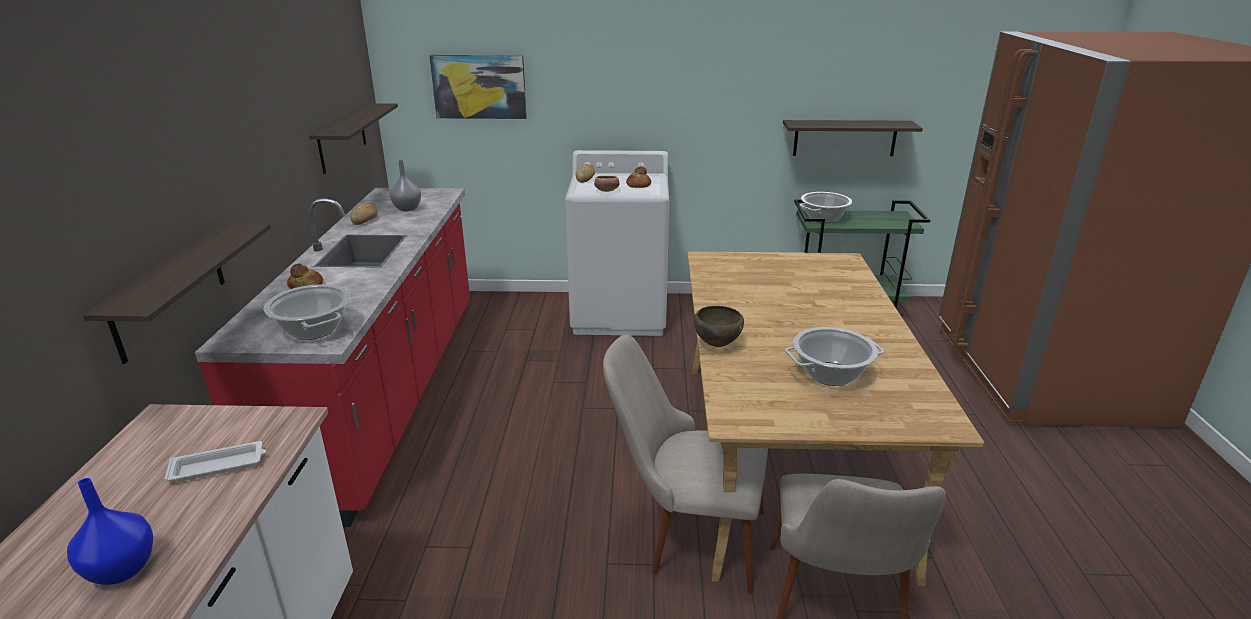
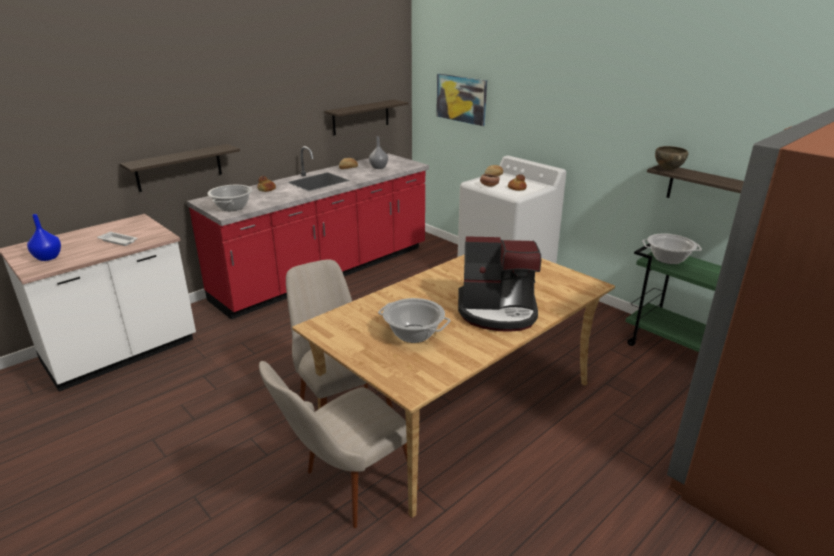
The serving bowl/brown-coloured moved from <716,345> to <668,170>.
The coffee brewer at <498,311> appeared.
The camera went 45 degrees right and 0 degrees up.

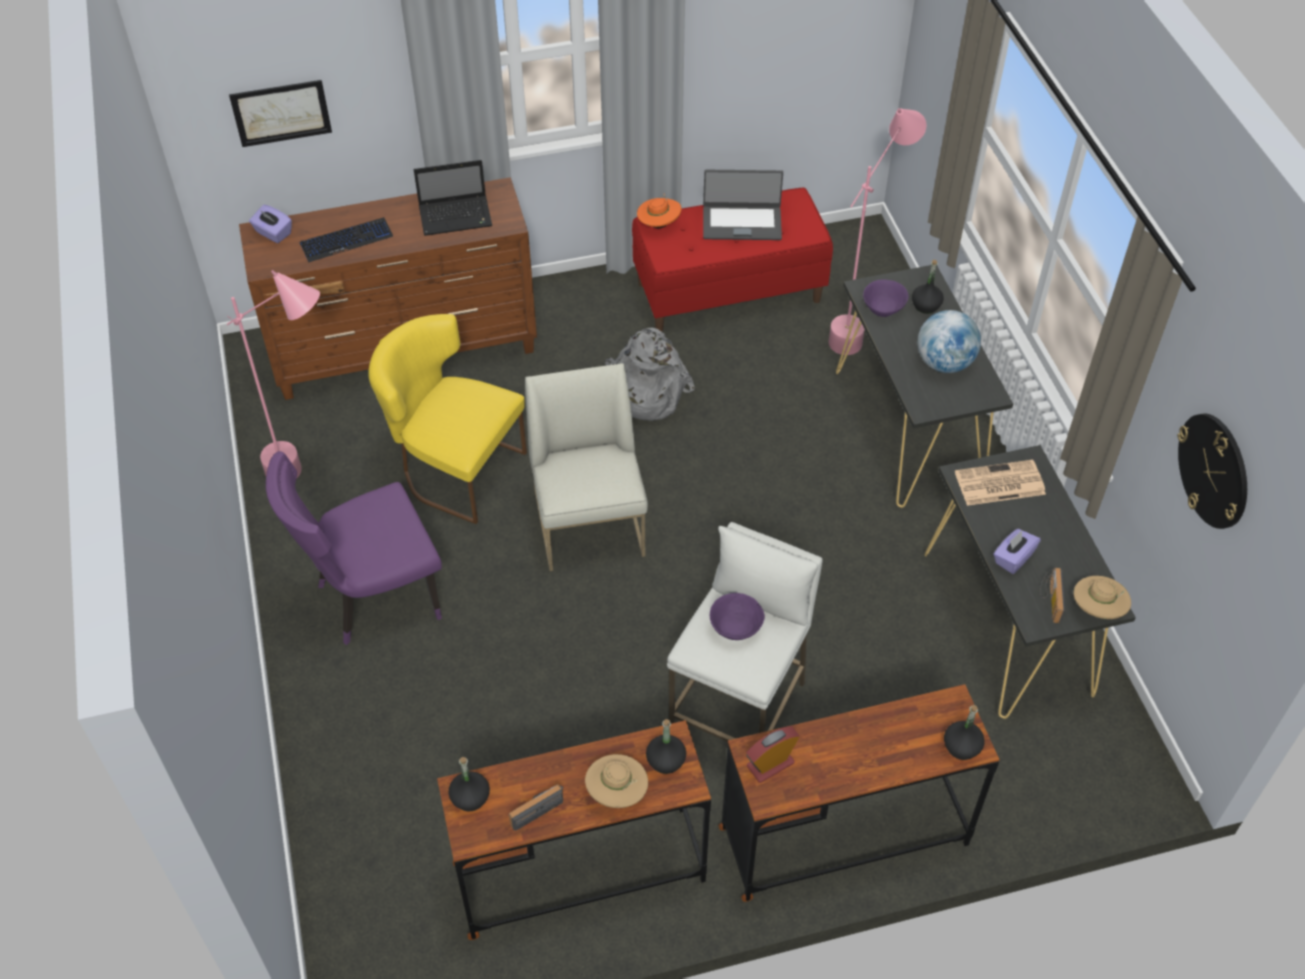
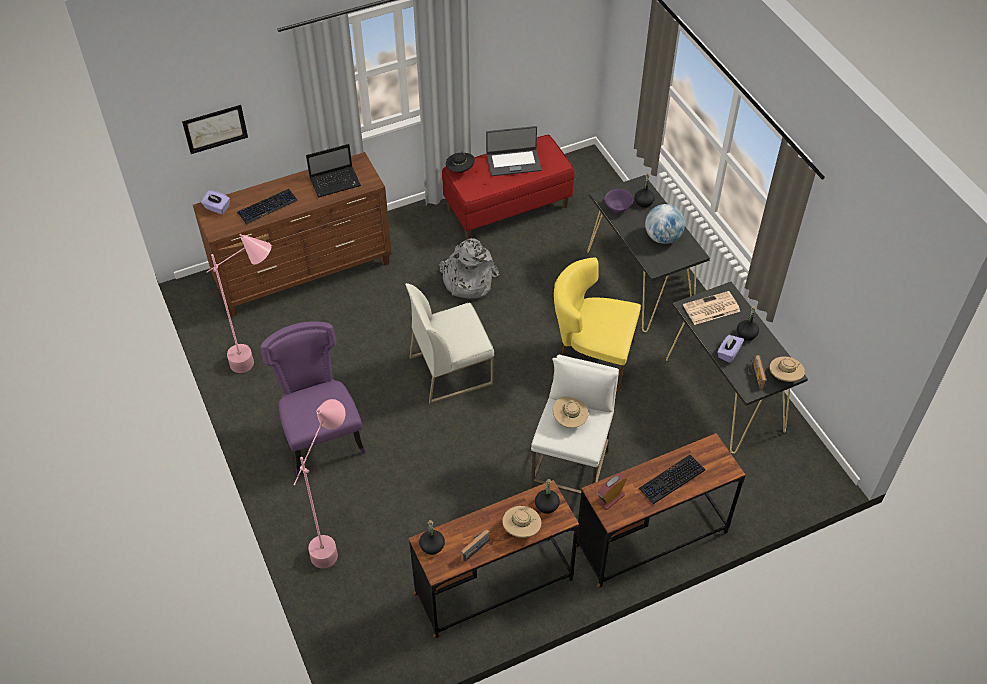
The standard lamp/pink moved from <860,326> to <336,537>.
The clothing hat/orange-coloured at <659,224> became the clothing hat/black at <460,170>.
The chair/yellow-coloured moved from <454,469> to <591,358>.
The chair/whitish at <590,524> turned 90 degrees counterclockwise.
The wall clock at <1214,470> disappeared.
The chair/purple at <372,598> turned 105 degrees clockwise.
The serving bowl/purple at <735,628> was replaced by the clothing hat/beige-coloured at <569,420>.
The beverage bottle/black moved from <962,746> to <746,334>.
The computer keyboard at <671,480> appeared.
The camera went 10 degrees left and 0 degrees up.

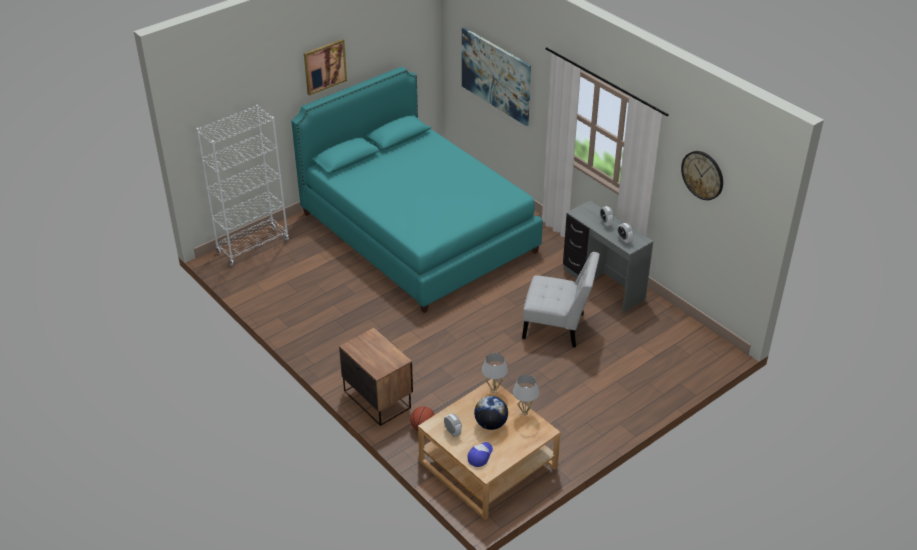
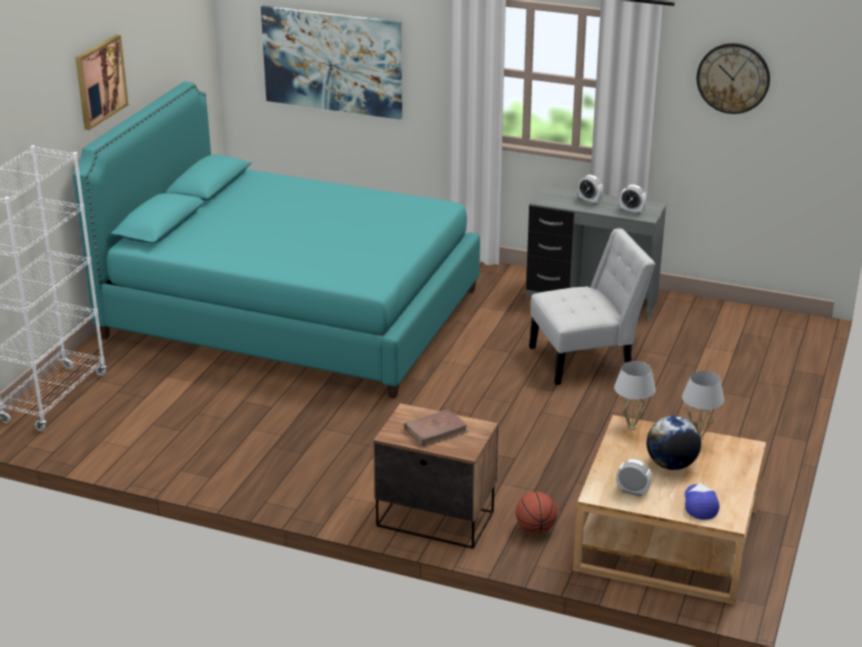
The book/brown-coloured at <436,430> appeared.
The camera went 30 degrees left and 10 degrees down.

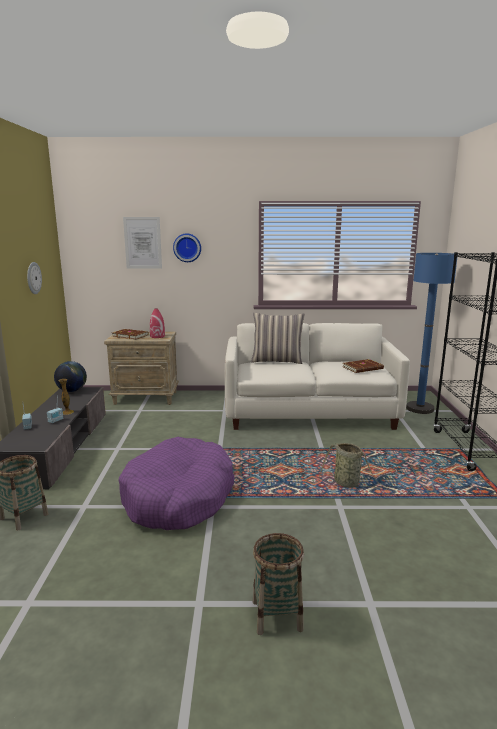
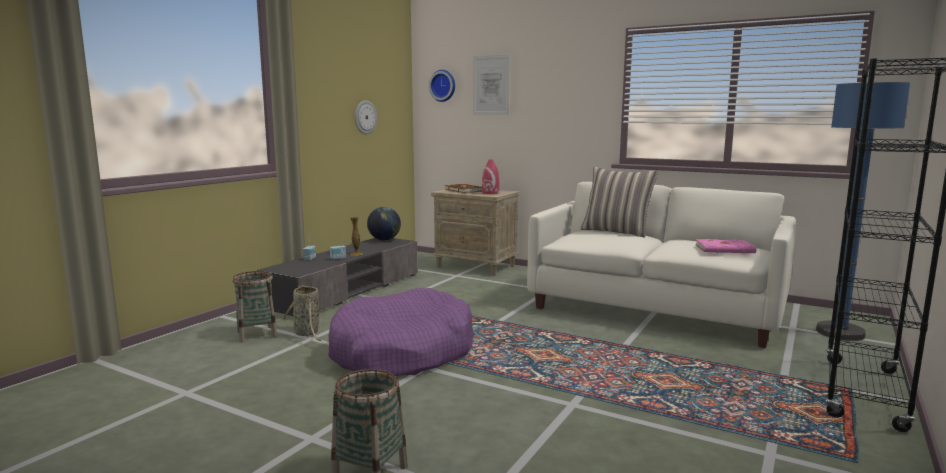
The wall clock moved from <187,247> to <443,85>.
The book/brown-coloured at <363,368> became the book/pink at <725,249>.
The household basket moved from <348,484> to <307,333>.
The camera went 30 degrees right and 5 degrees down.

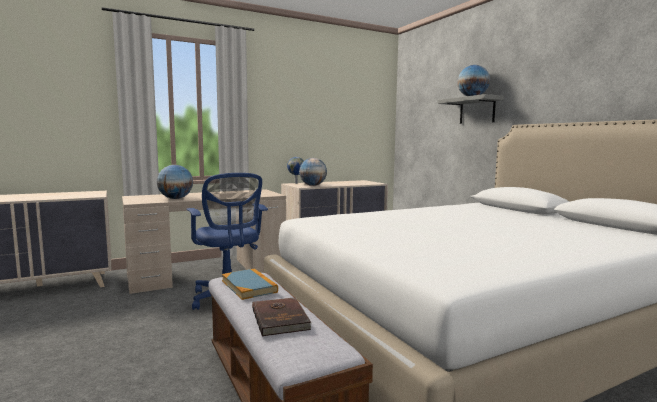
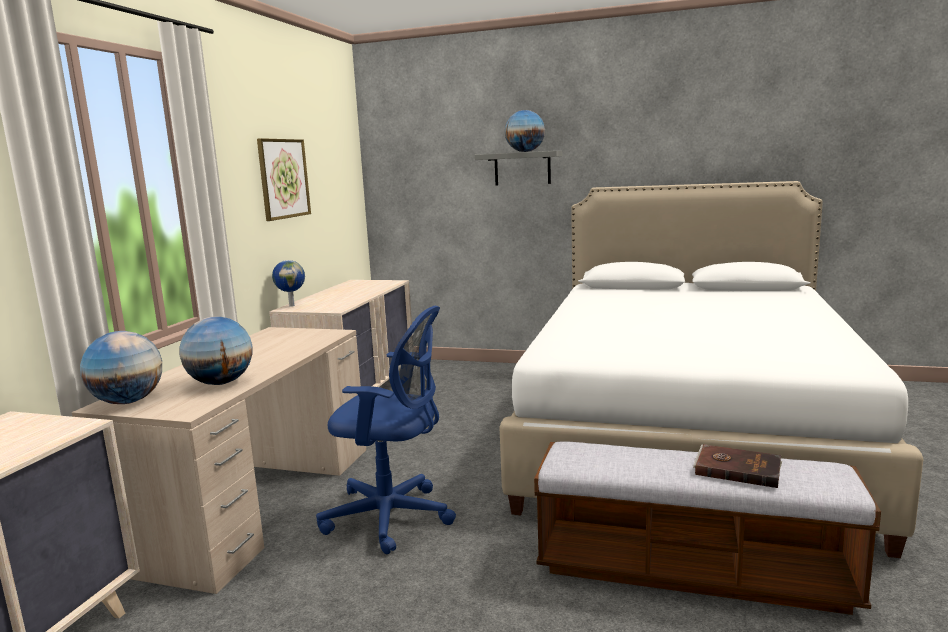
The world globe moved from <313,185> to <128,401>.
The book at <249,286> disappeared.
The picture at <283,178> appeared.
The camera went 45 degrees left and 5 degrees up.

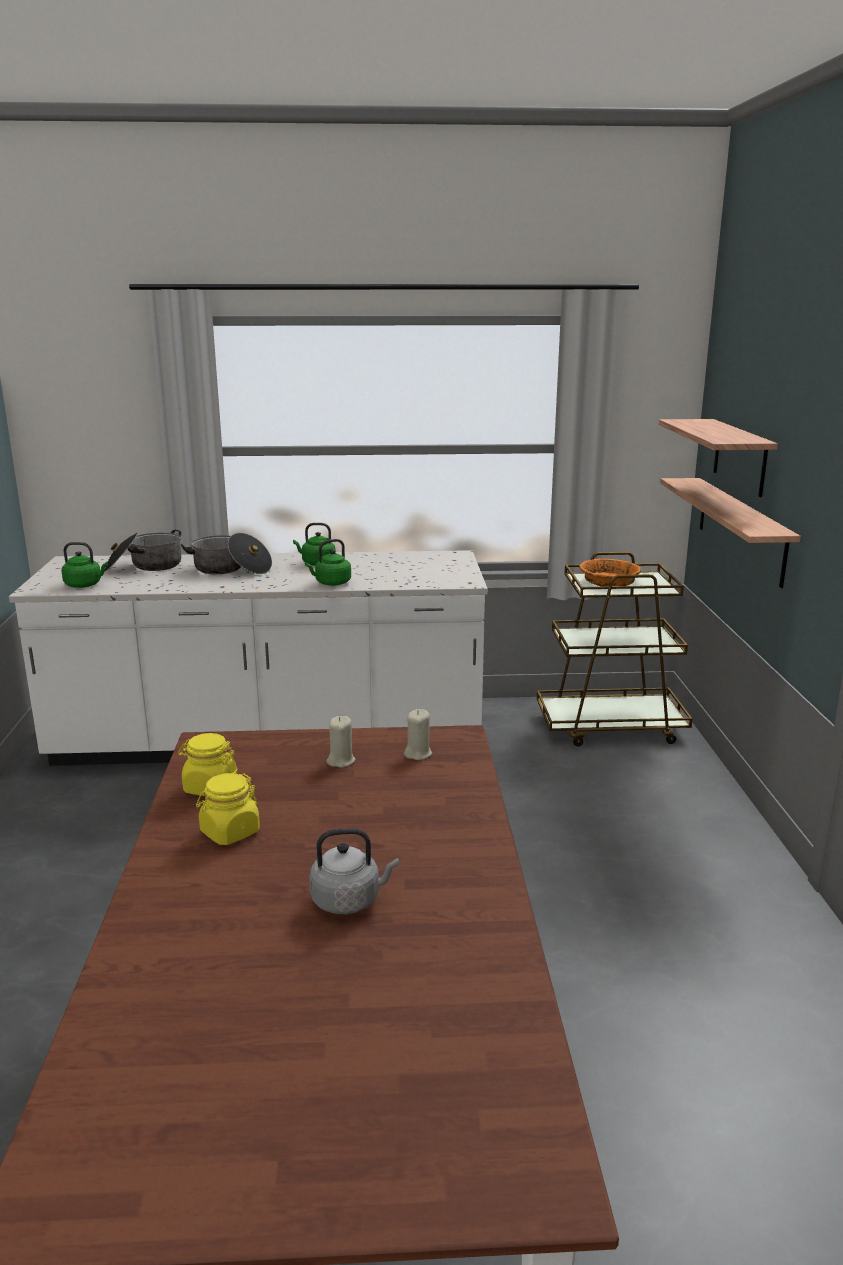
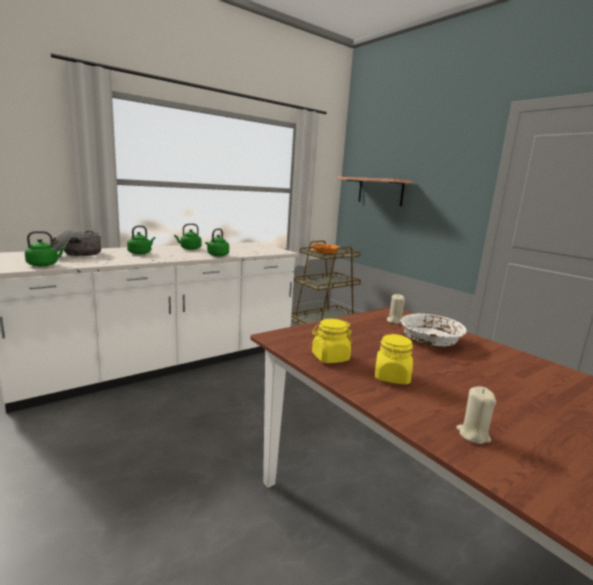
The wall shelf at <740,529> disappeared.
The saucepot at <230,569> was replaced by the tea kettle/green at <141,253>.
The candle/beige-coloured moved from <341,761> to <473,435>.
The tea kettle/grey at <349,900> disappeared.
The serving bowl/whitish at <429,340> appeared.
The camera went 35 degrees left and 5 degrees down.

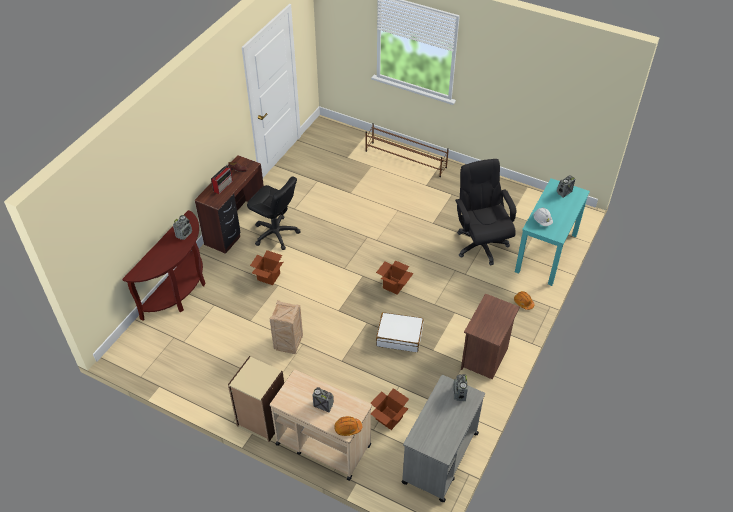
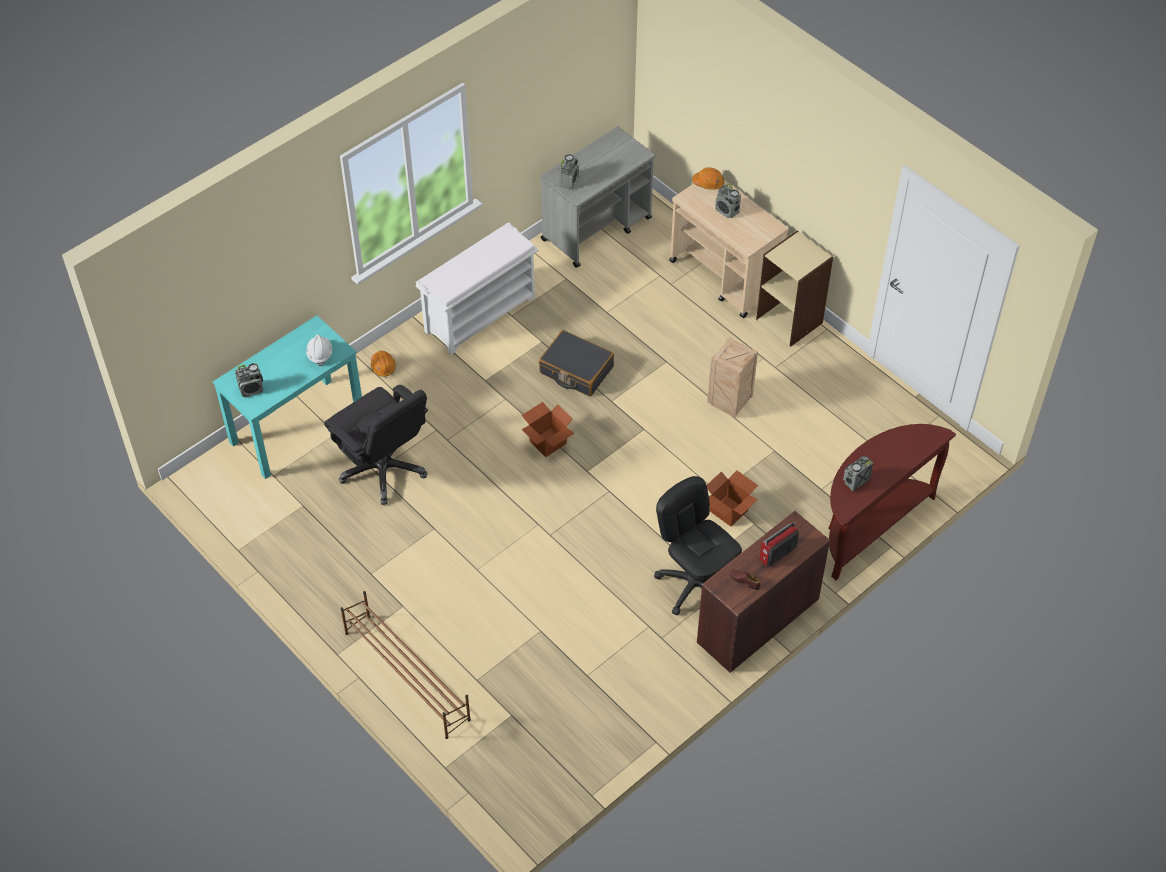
The computer chair/black at <480,244> turned 45 degrees counterclockwise.
The nightstand/brown-coloured at <485,358> was replaced by the bench/whitish at <480,313>.
The travel case/whitish at <399,336> became the travel case/black at <576,370>.
The packing box at <389,418> disappeared.
The camera went 160 degrees left and 5 degrees up.

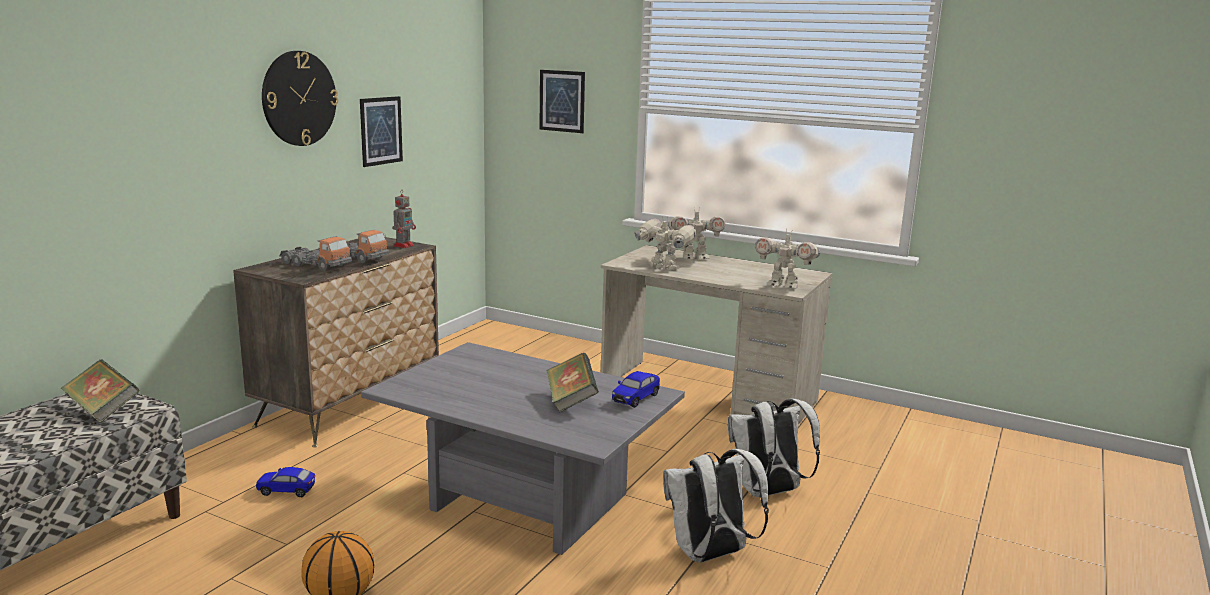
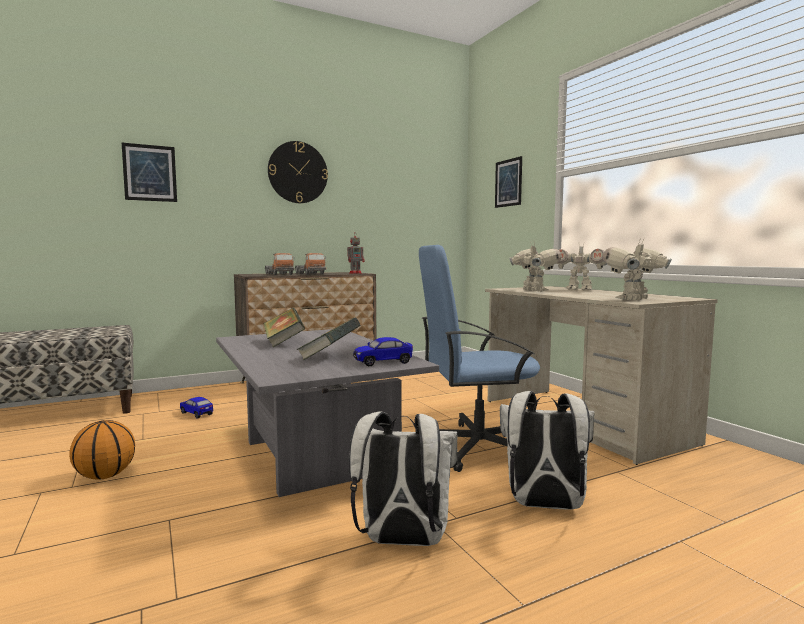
The picture moved from <381,131> to <150,173>.
The robot figure at <783,286> turned 90 degrees clockwise.
The book moved from <102,410> to <283,342>.
The computer chair/bluish at <475,447> appeared.
The camera went 35 degrees right and 10 degrees down.

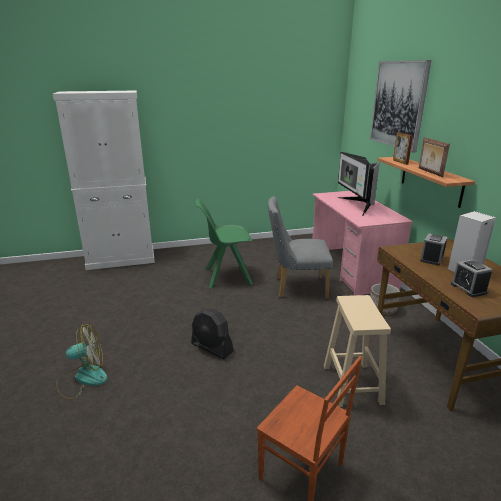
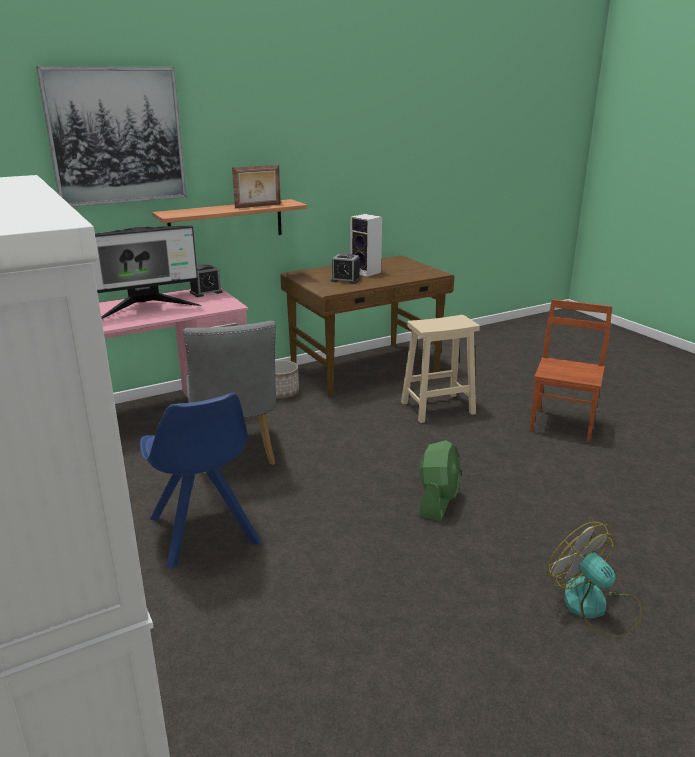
The standing frame at <400,162> disappeared.
The chair/green at <226,276> became the chair/bluish at <204,532>.
The table clock moved from <468,288> to <206,292>.
The fan/black at <212,348> became the fan/green at <438,501>.
The camera went 105 degrees left and 0 degrees up.

